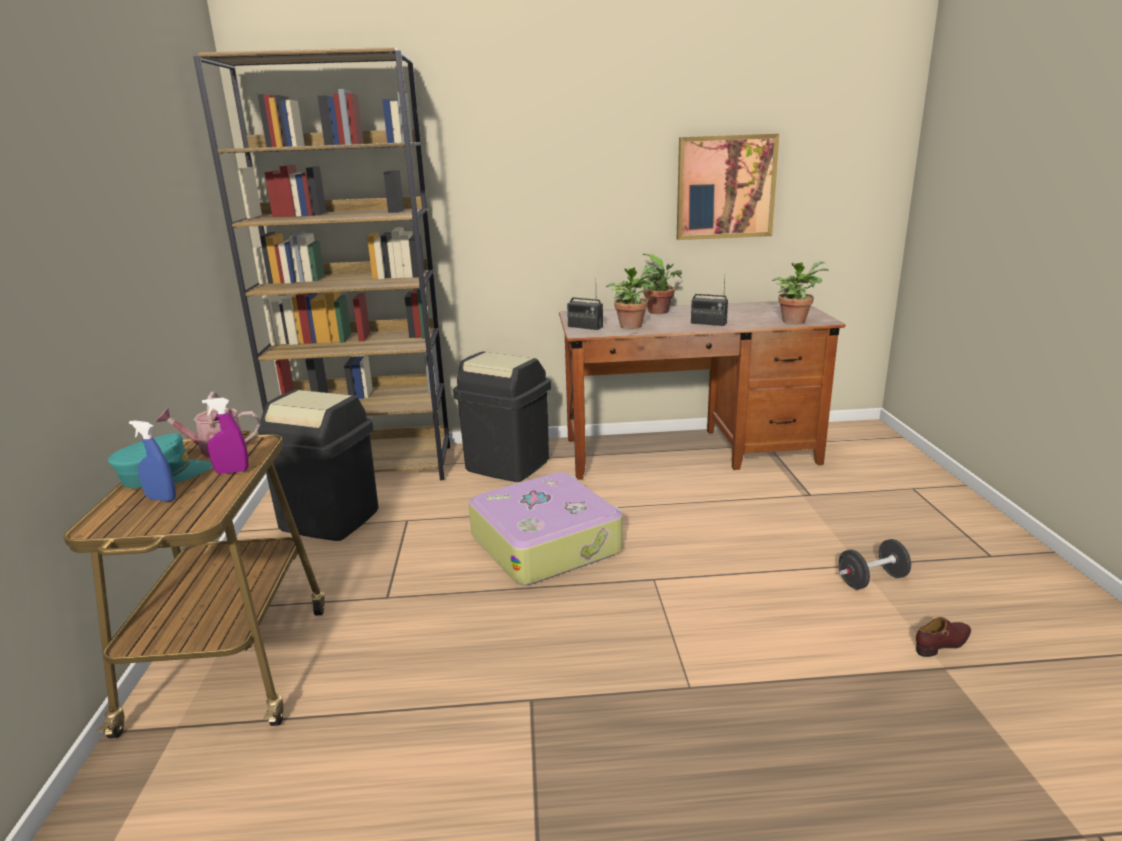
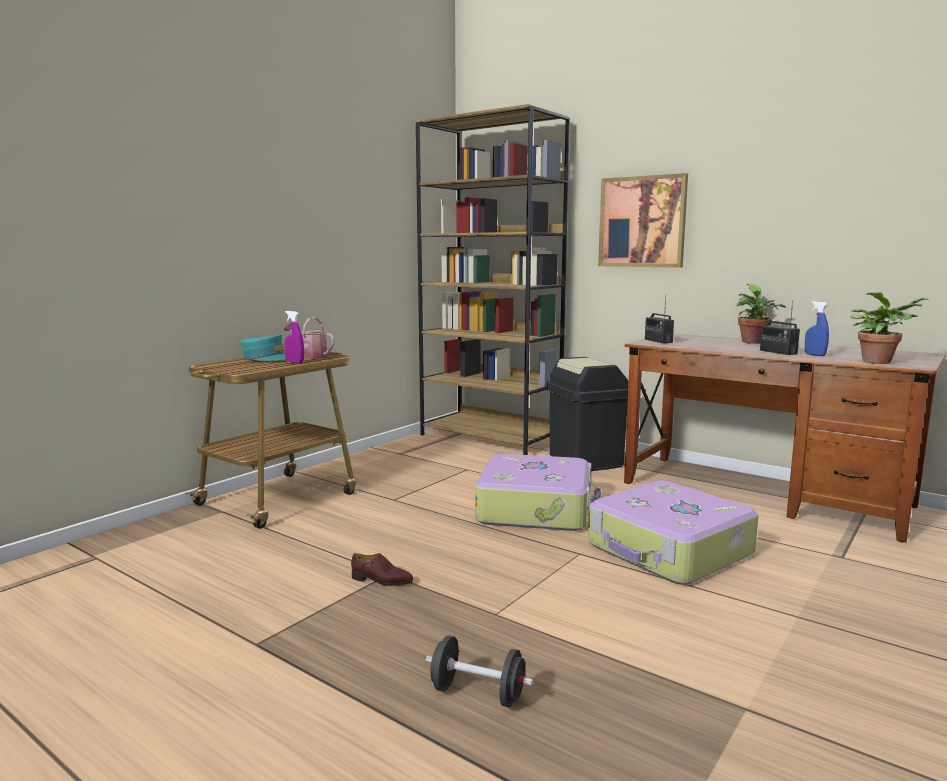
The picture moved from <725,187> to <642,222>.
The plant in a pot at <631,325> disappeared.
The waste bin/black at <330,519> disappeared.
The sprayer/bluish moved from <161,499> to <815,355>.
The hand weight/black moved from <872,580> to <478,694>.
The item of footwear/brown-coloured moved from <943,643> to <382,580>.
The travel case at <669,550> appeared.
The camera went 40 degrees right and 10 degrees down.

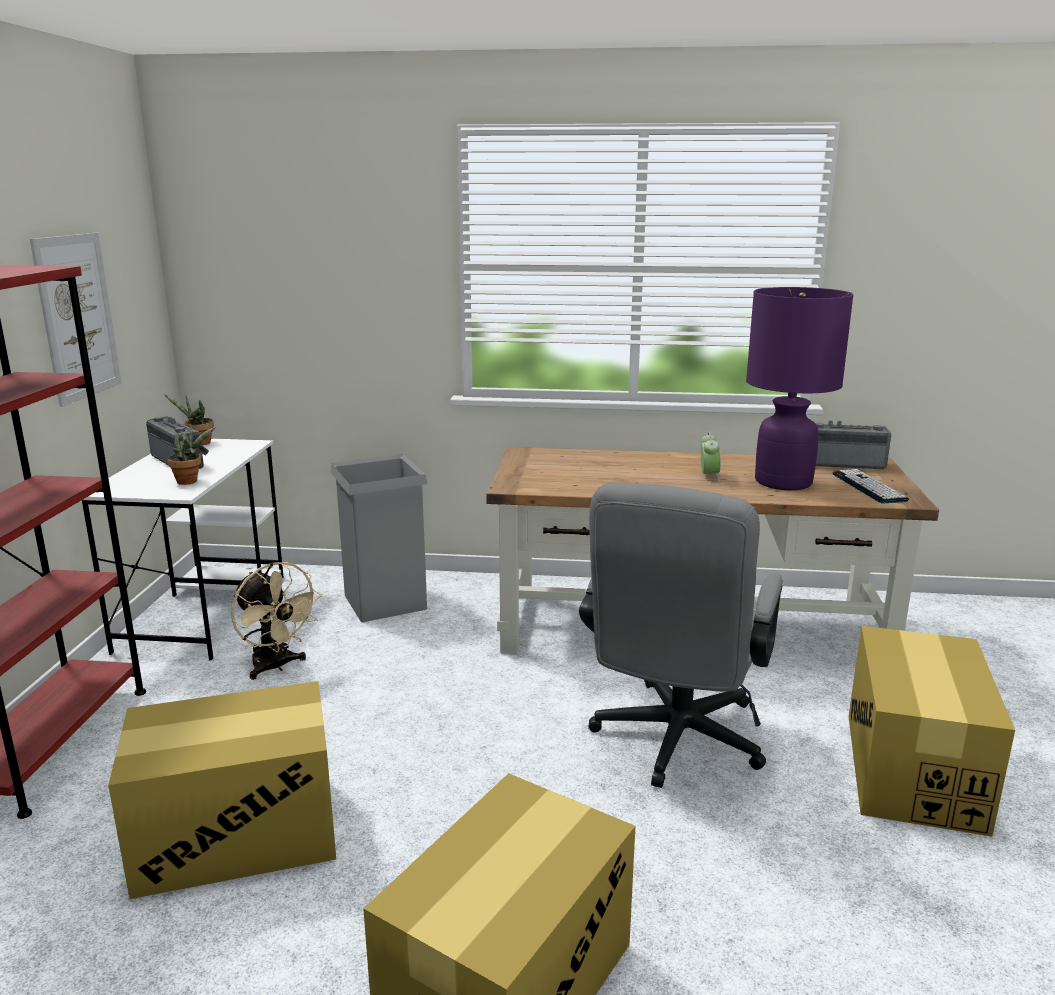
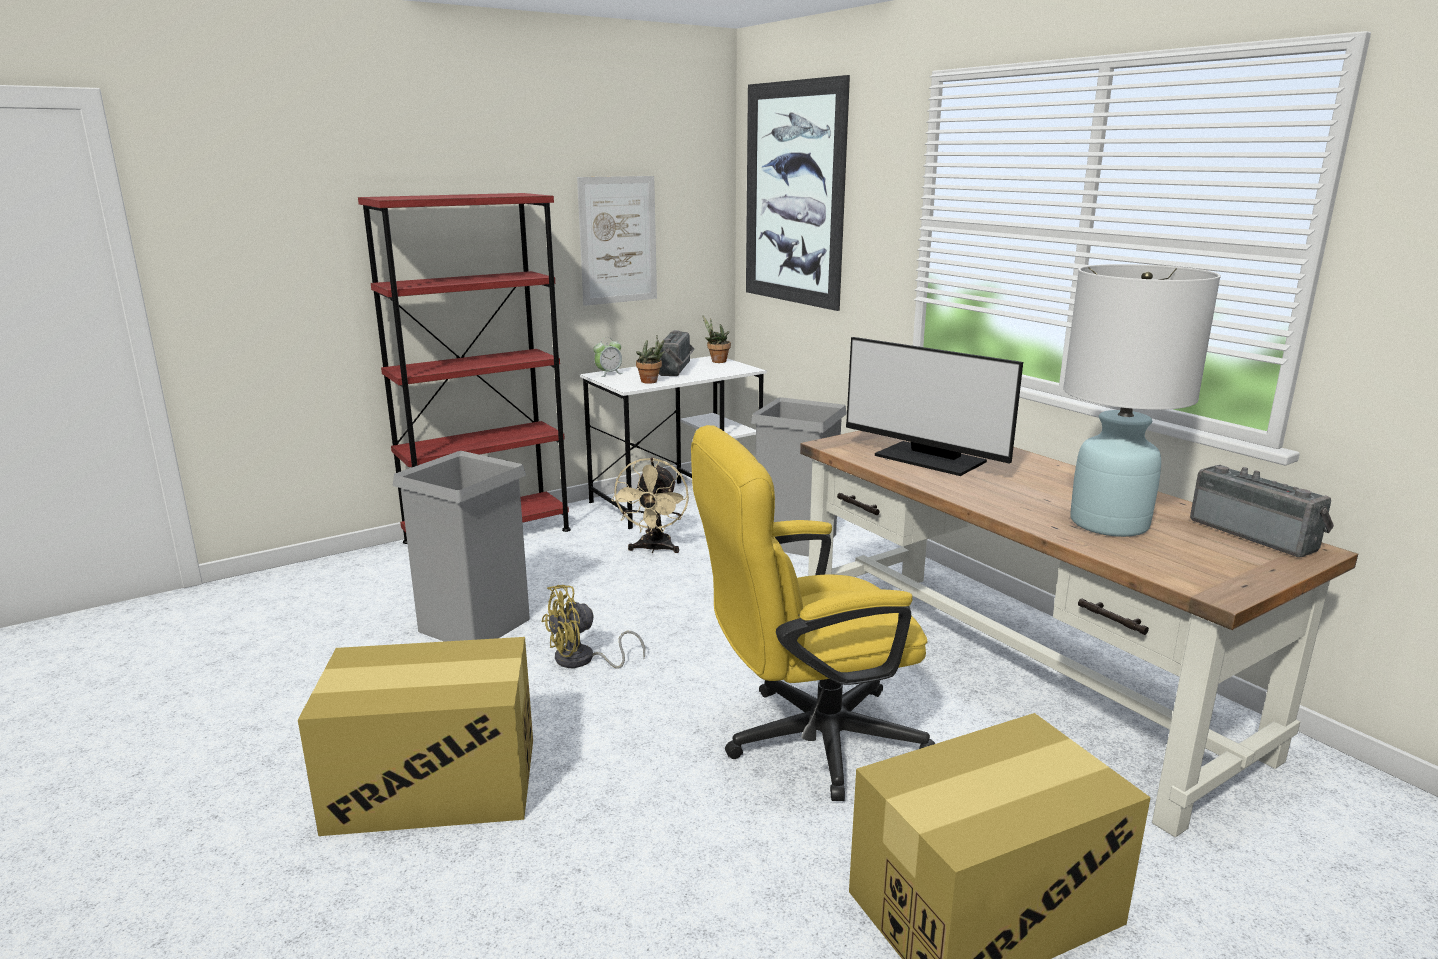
The table lamp/purple at <784,482> became the table lamp/whitish at <1109,523>.
The table clock moved from <709,476> to <608,374>.
The computer keyboard at <868,487> disappeared.
The computer chair/grey at <674,743> became the computer chair/yellow-coloured at <805,741>.
The packing box at <236,834> was replaced by the waste bin/grey at <475,625>.
The picture at <793,194> appeared.
The computer display at <929,459> appeared.
The fan/yellow-coloured at <582,660> appeared.
The camera went 50 degrees right and 0 degrees up.

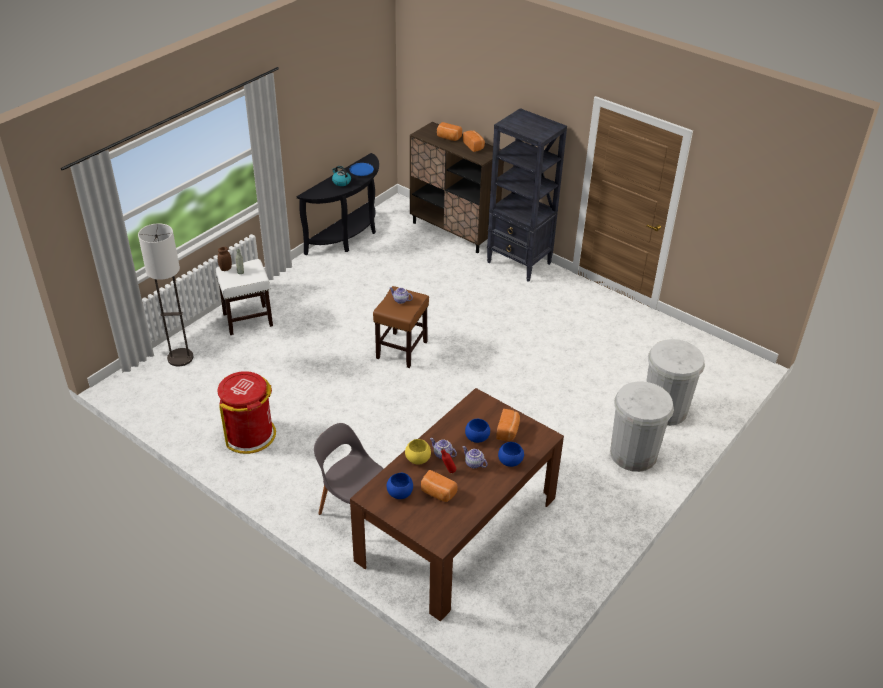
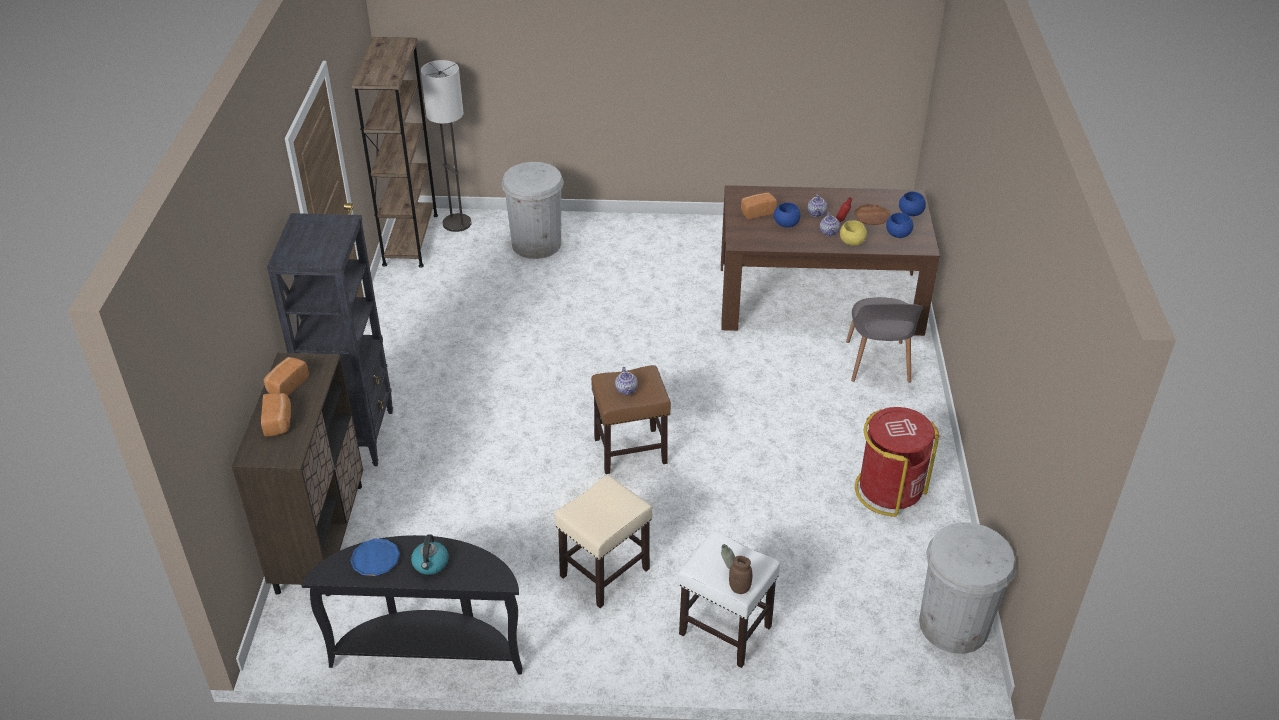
The standard lamp moved from <180,358> to <457,223>.
The waste bin/whitish moved from <633,454> to <953,625>.
The serving bowl/bluish moved from <510,461> to <911,212>.
The baked bread at <437,493> was replaced by the plate/brown-coloured at <871,217>.
The shelving unit/brown-coloured at <410,239> appeared.
The sitting stool/beige-coloured at <605,572> appeared.
The camera went 125 degrees left and 0 degrees up.

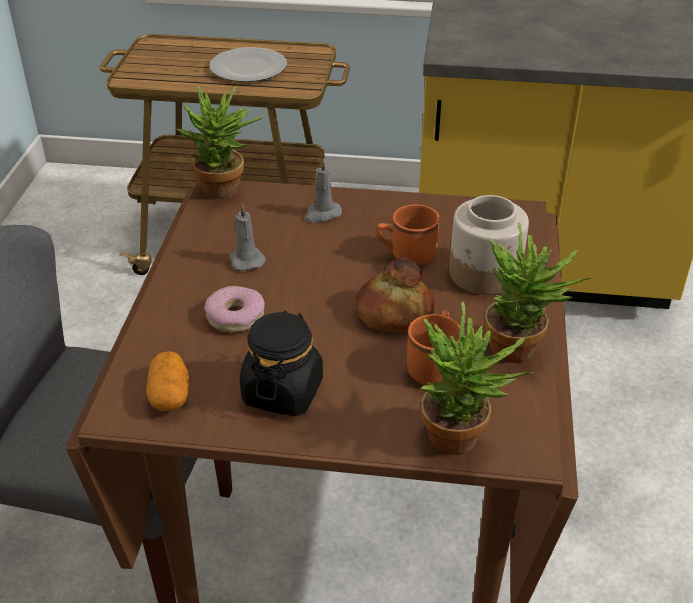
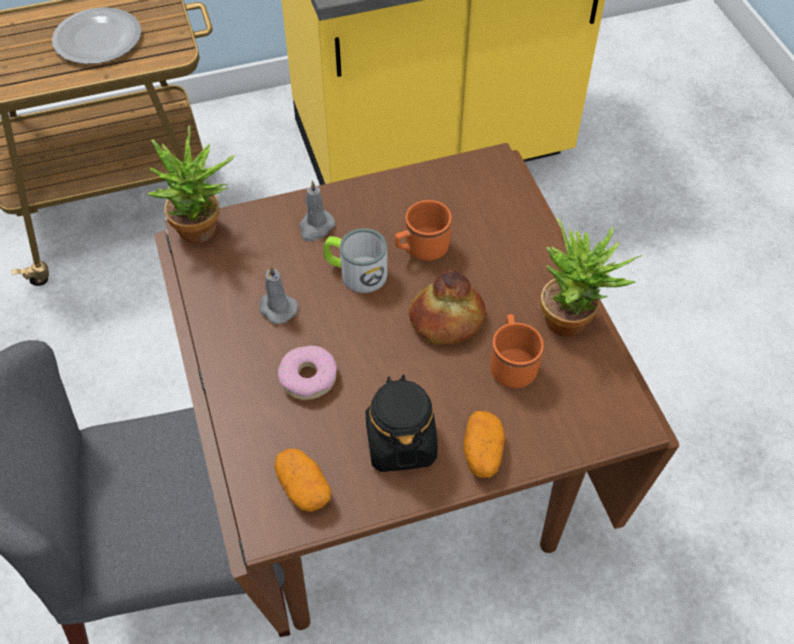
The storage jar at <484,274> disappeared.
The plant in a pot at <462,441> disappeared.
The tea mug at <355,272> appeared.
The spud at <482,453> appeared.
The camera went 25 degrees left and 15 degrees up.

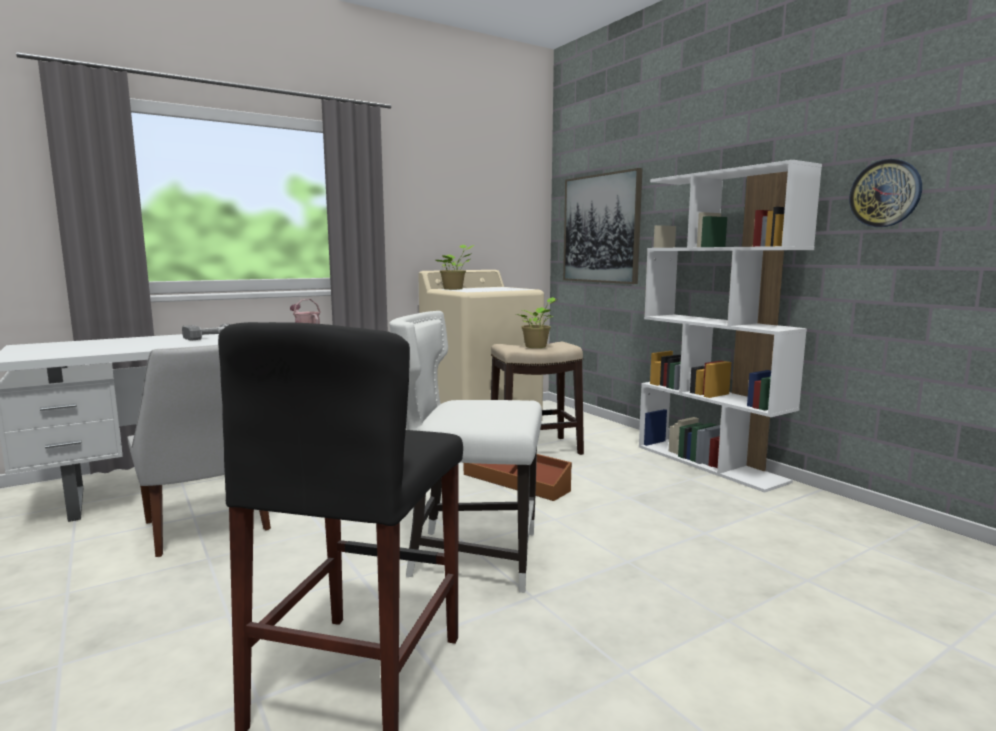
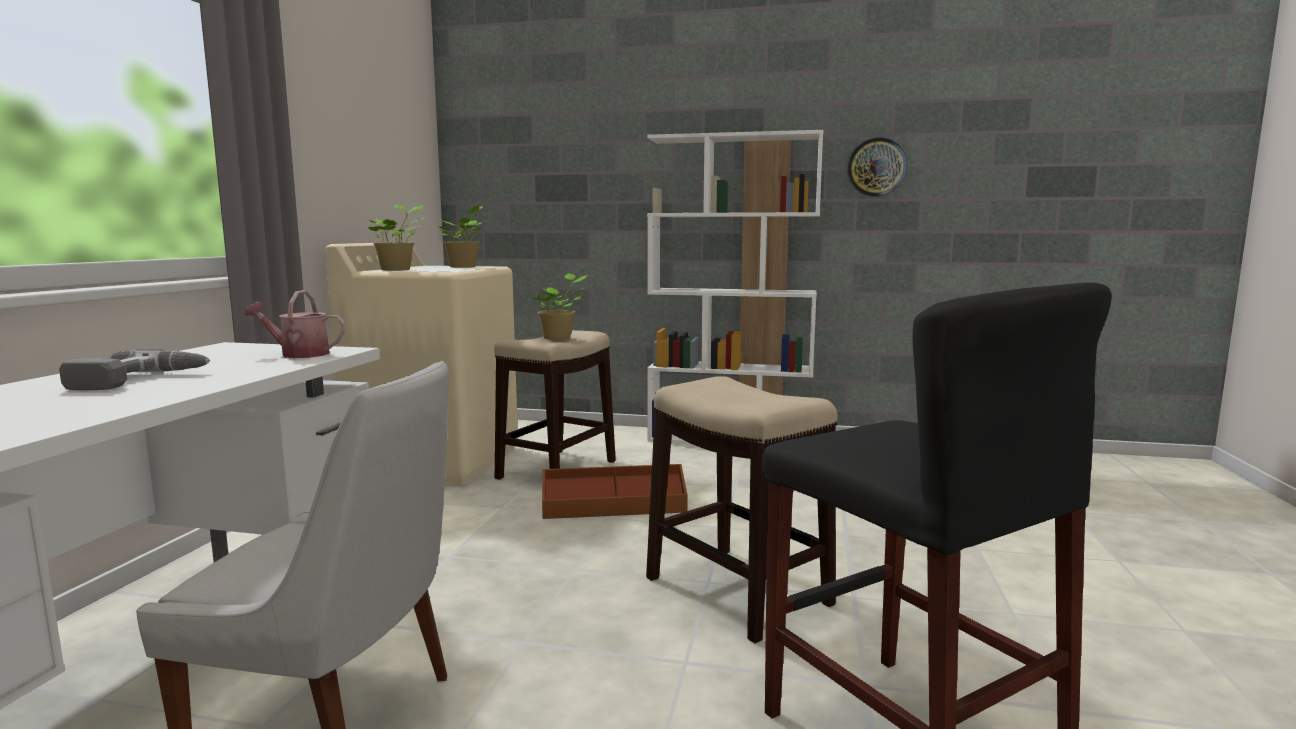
The picture at <601,229> disappeared.
The chair/whitish at <471,556> was replaced by the sitting stool at <736,590>.
The plant in a pot at <464,267> appeared.
The camera went 45 degrees left and 0 degrees up.

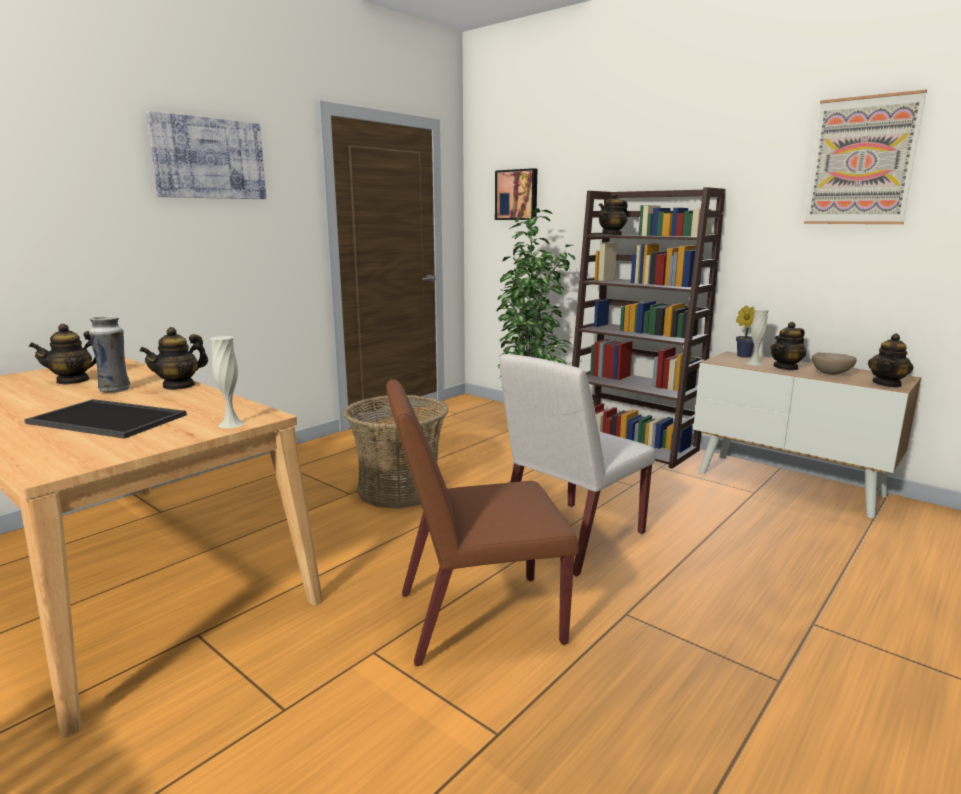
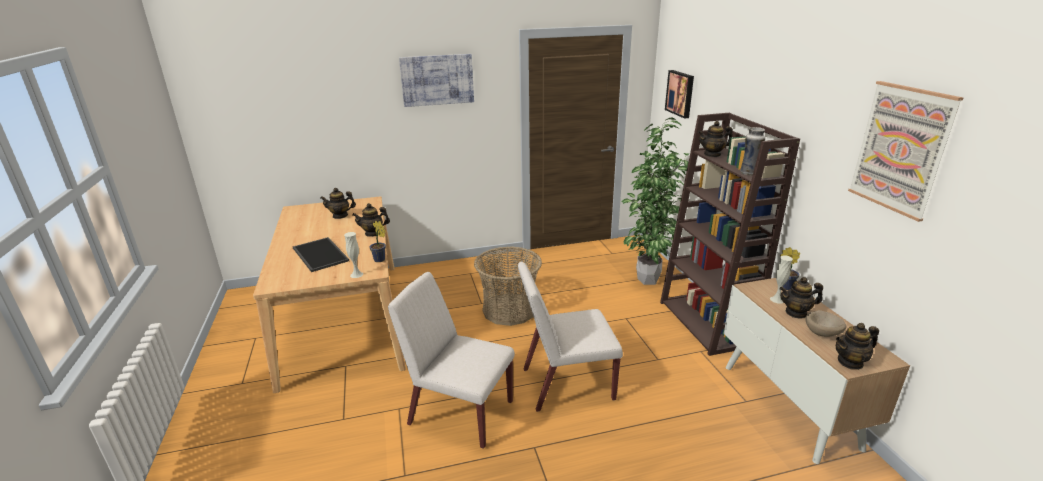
The vase moved from <115,389> to <749,173>.
The chair/brown-coloured at <477,618> became the chair/whitish at <459,412>.
The plant in a pot at <380,260> appeared.
The camera went 35 degrees right and 10 degrees up.

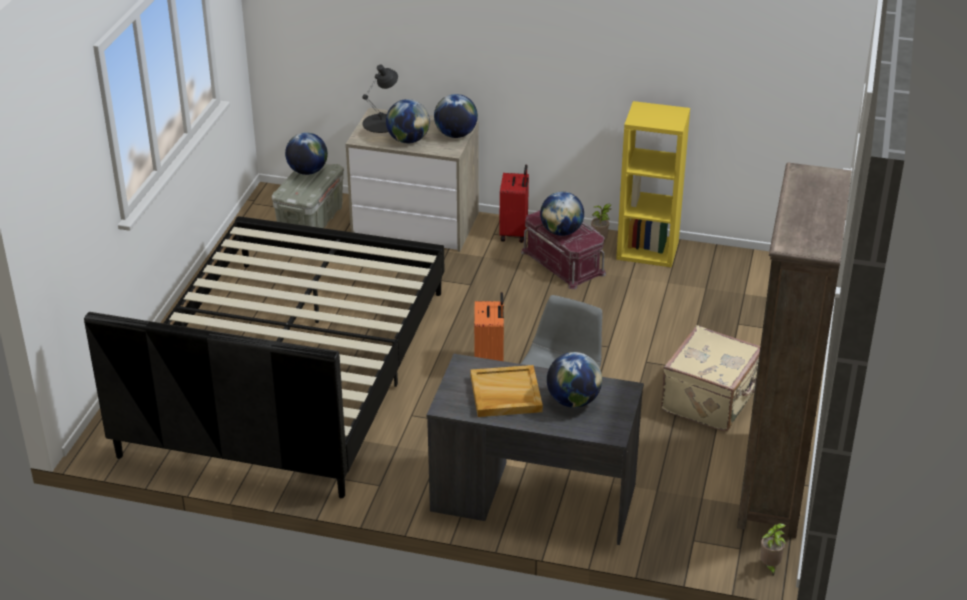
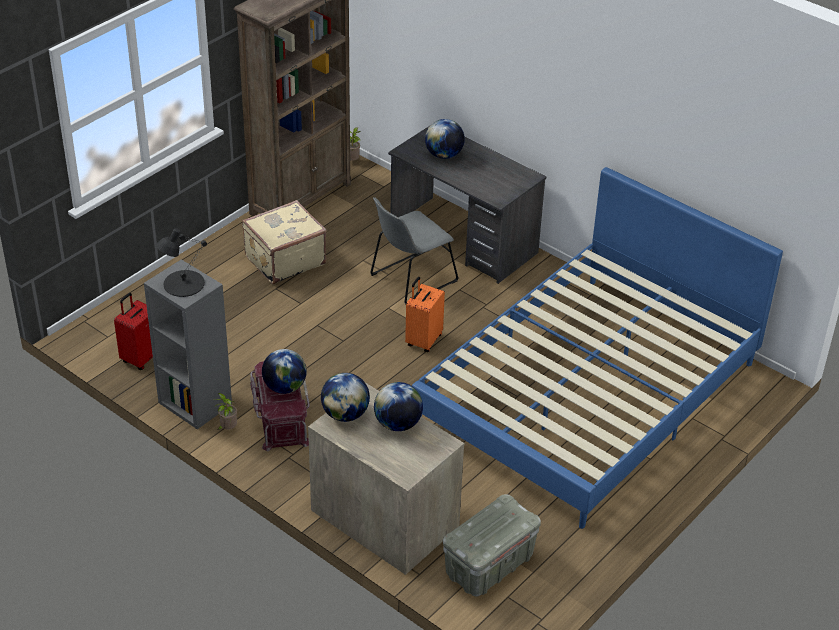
The table lamp/black moved from <382,123> to <183,283>.
The shelving unit/yellow-coloured at <648,250> became the shelving unit/grey at <194,403>.
The world globe at <307,171> disappeared.
The travel case/red-coloured moved from <514,233> to <141,358>.
The sleeping bed/black at <288,370> became the sleeping bed/bluish at <589,393>.
The tray/beige-coloured at <505,394> disappeared.
The camera went 155 degrees left and 5 degrees up.

